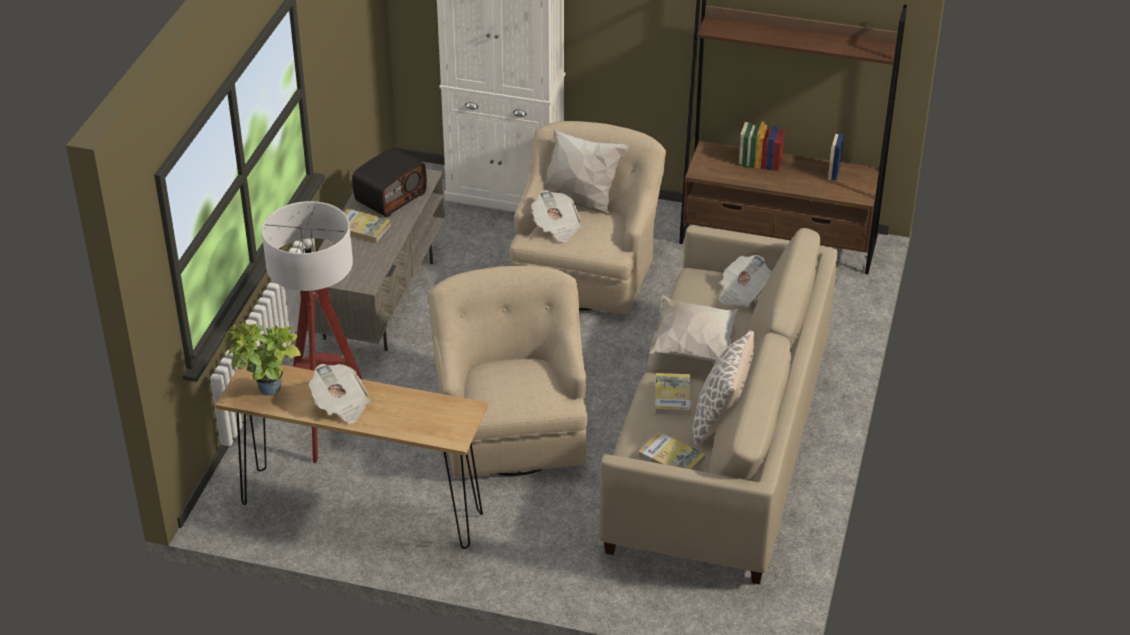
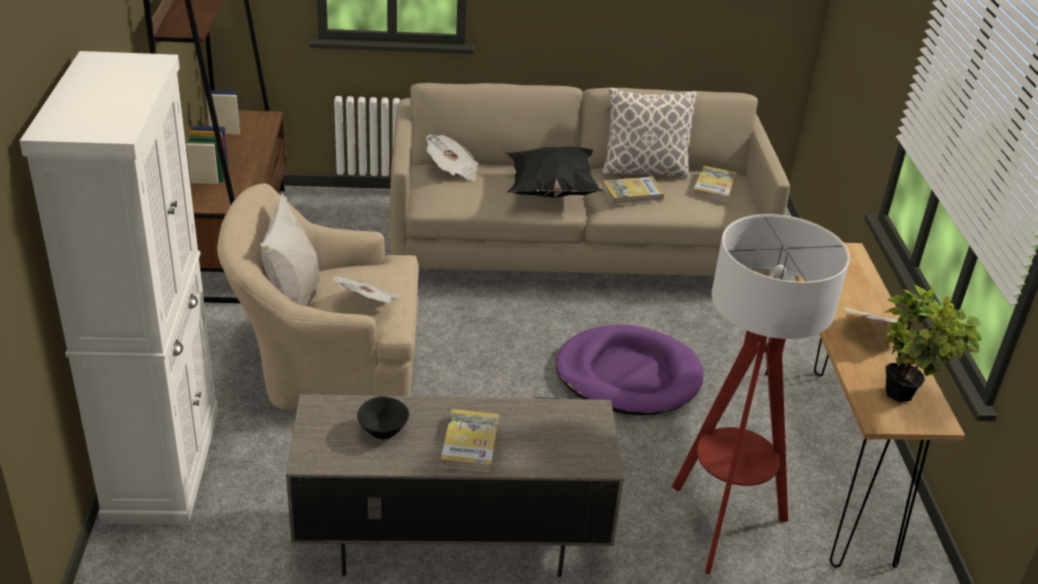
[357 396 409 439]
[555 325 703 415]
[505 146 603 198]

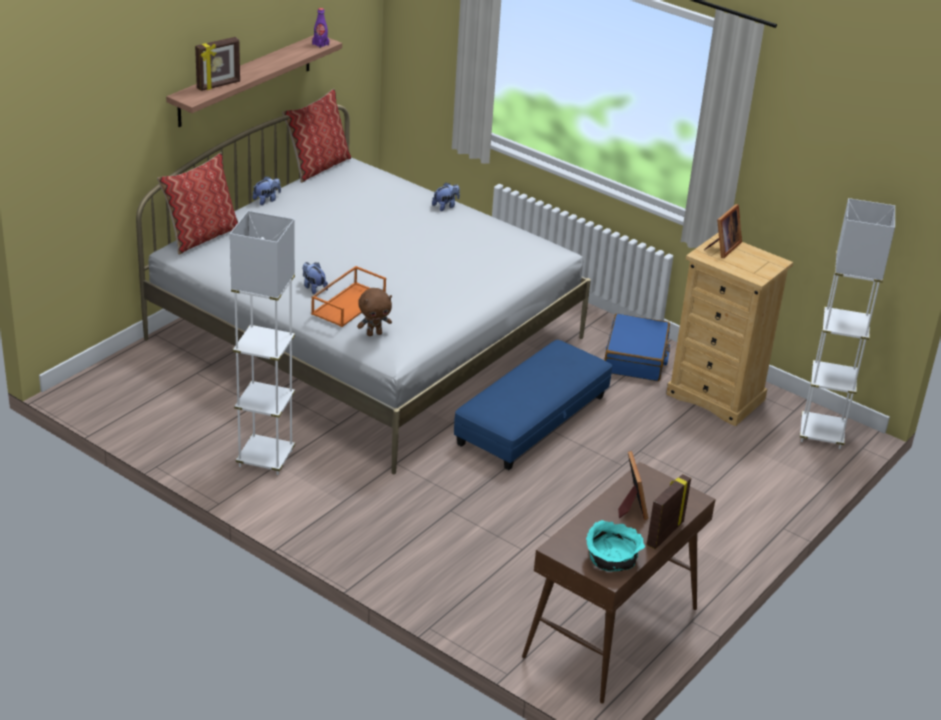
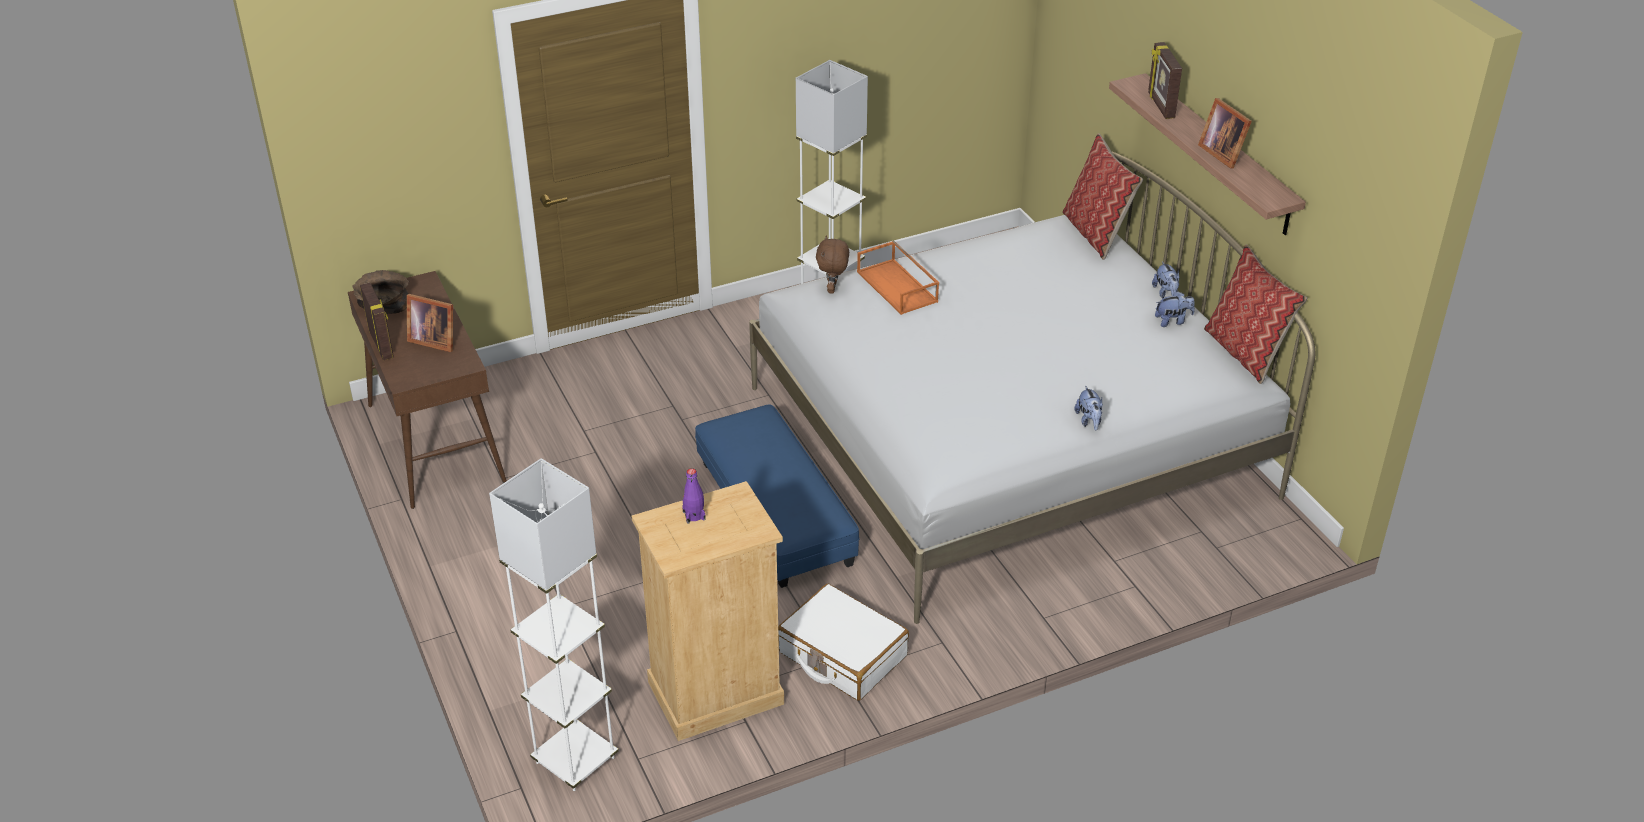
[1155 291 1195 327]
[682 468 706 524]
[1198 98 1252 169]
[353 270 409 314]
[778 584 909 701]

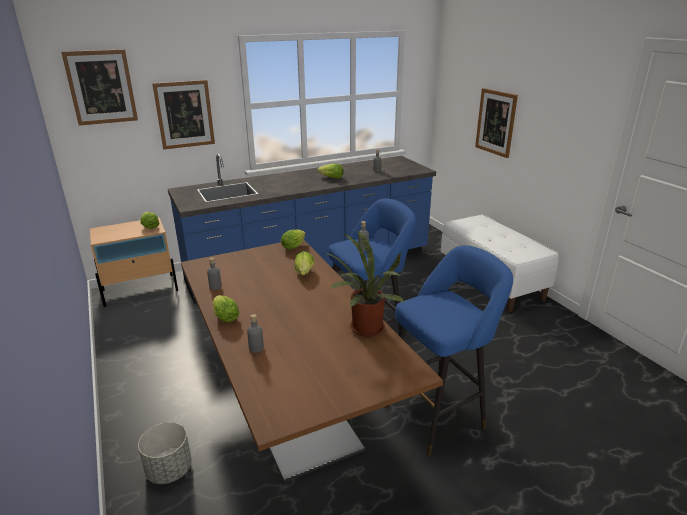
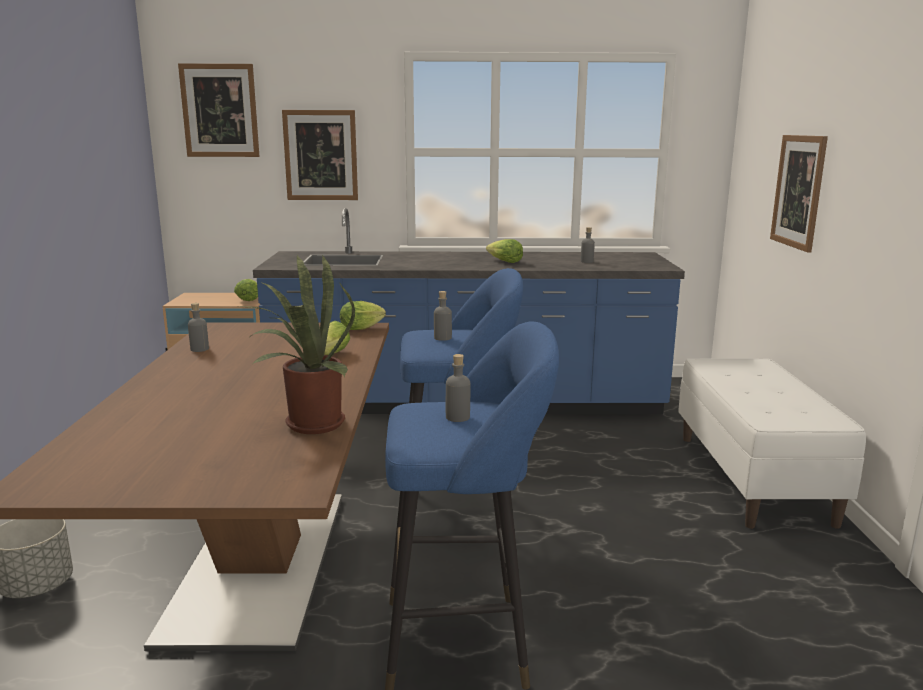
[213 295 239 322] (first image)
[446 354 470 422]

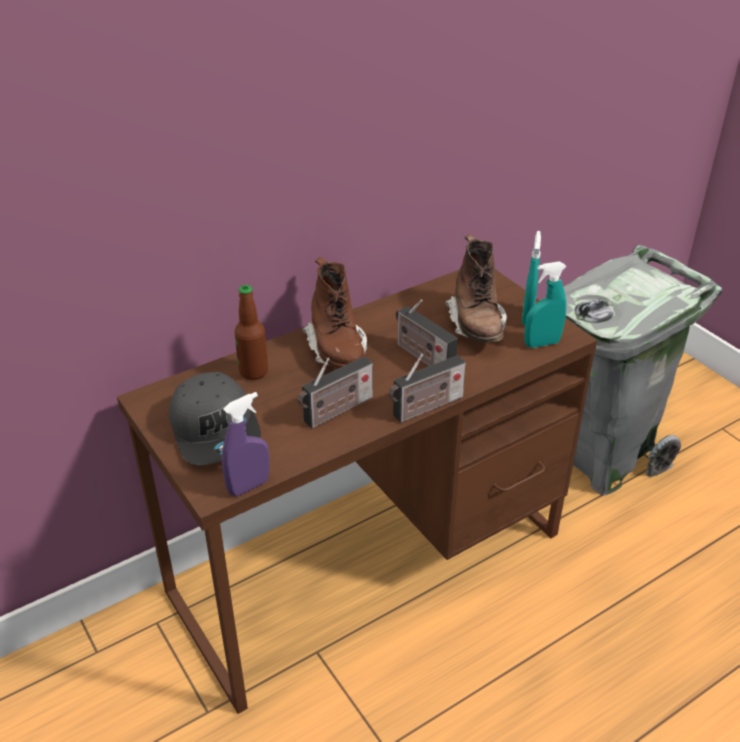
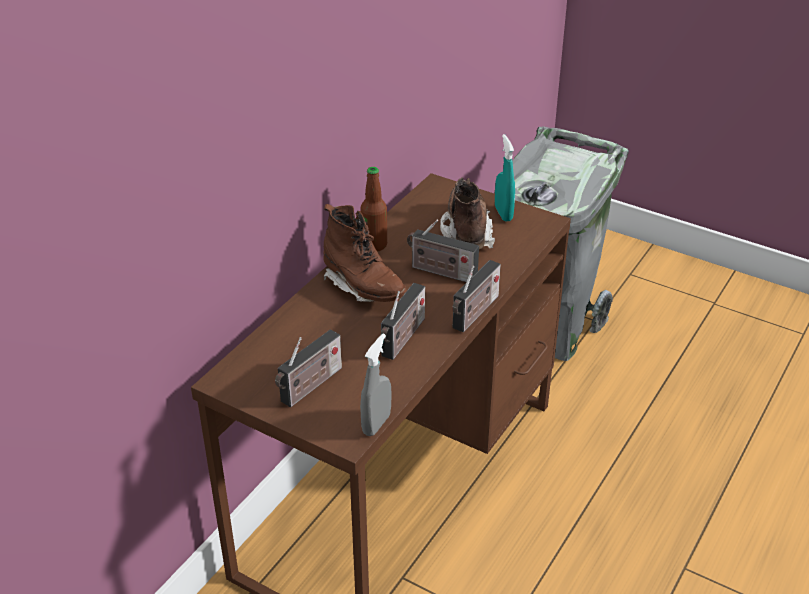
[524 261 567 348] (first image)
[360 167 387 252]
[275 329 342 407]
[360 334 392 436]
[440 177 495 249]

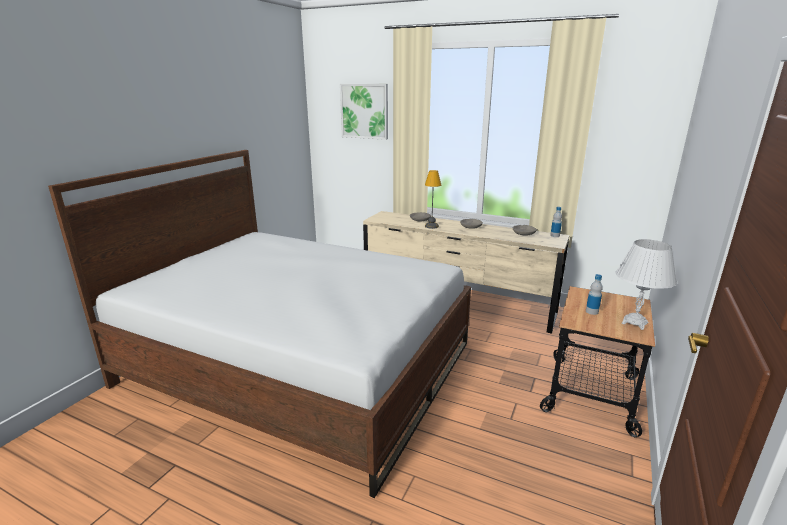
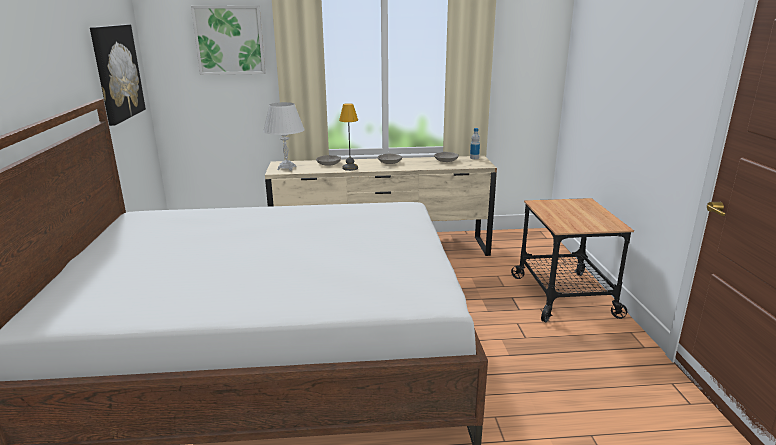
[586 274 603 315] (first image)
[90 24 146 126]
[263 102 305 171]

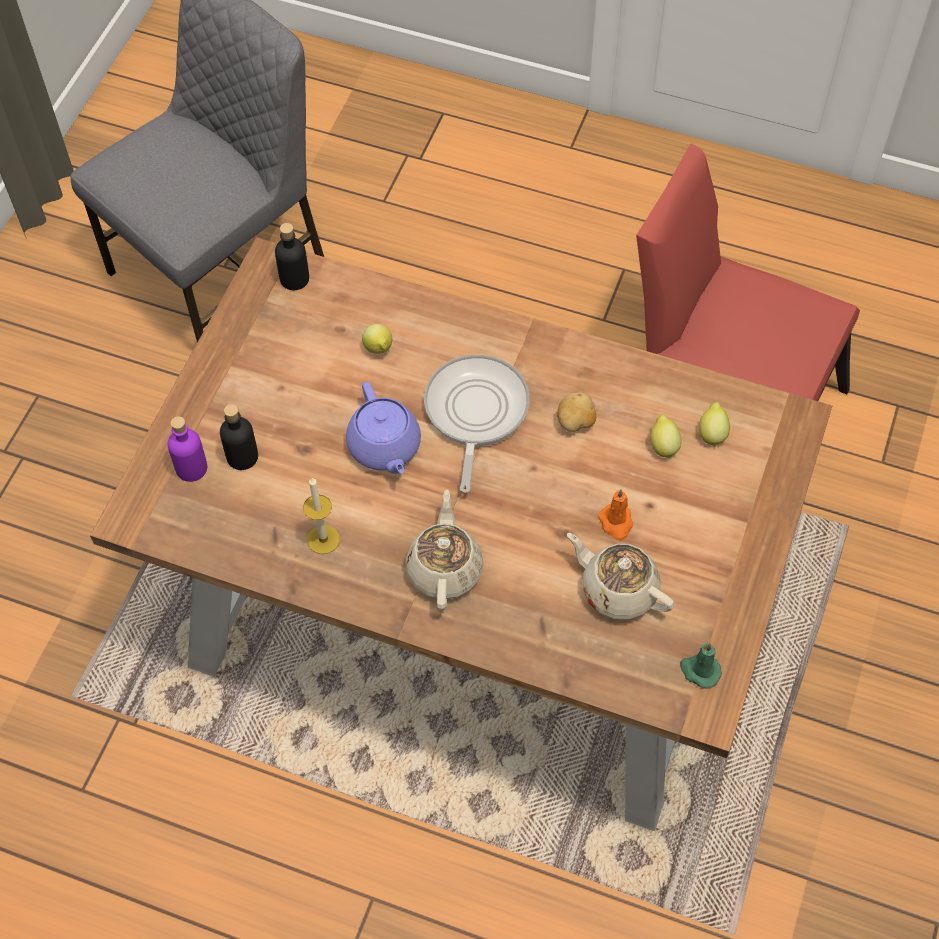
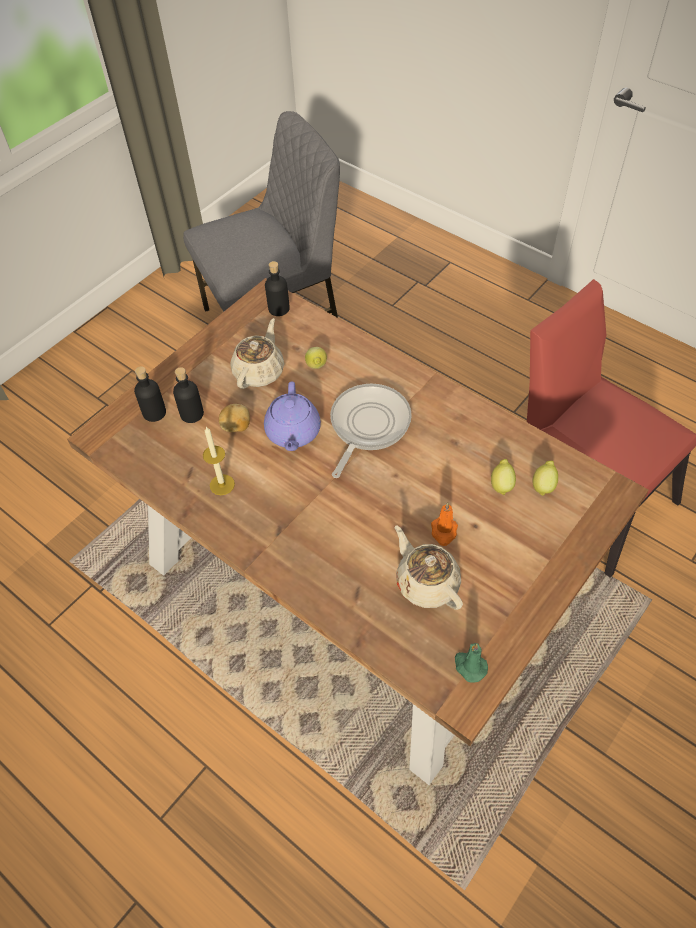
[231 318 284 389]
[219 404 250 432]
[134 366 166 422]

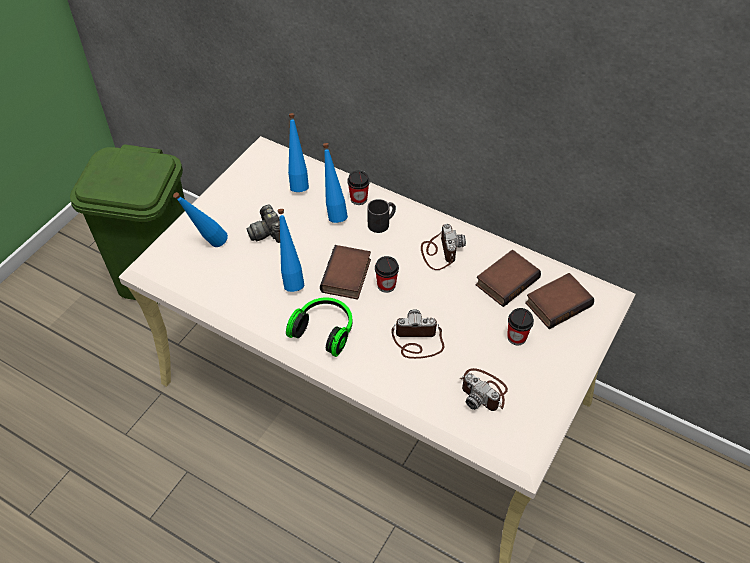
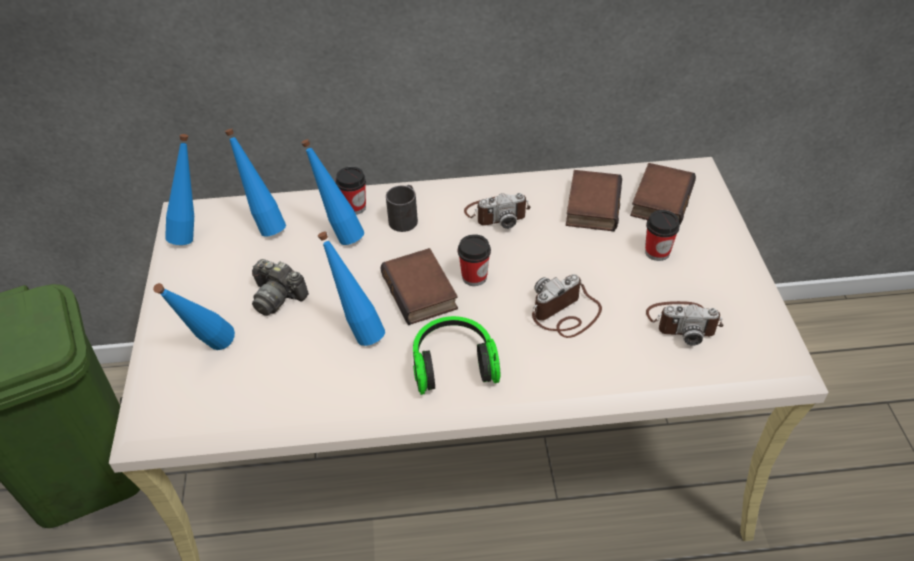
[165 134 194 245]
[464 193 531 229]

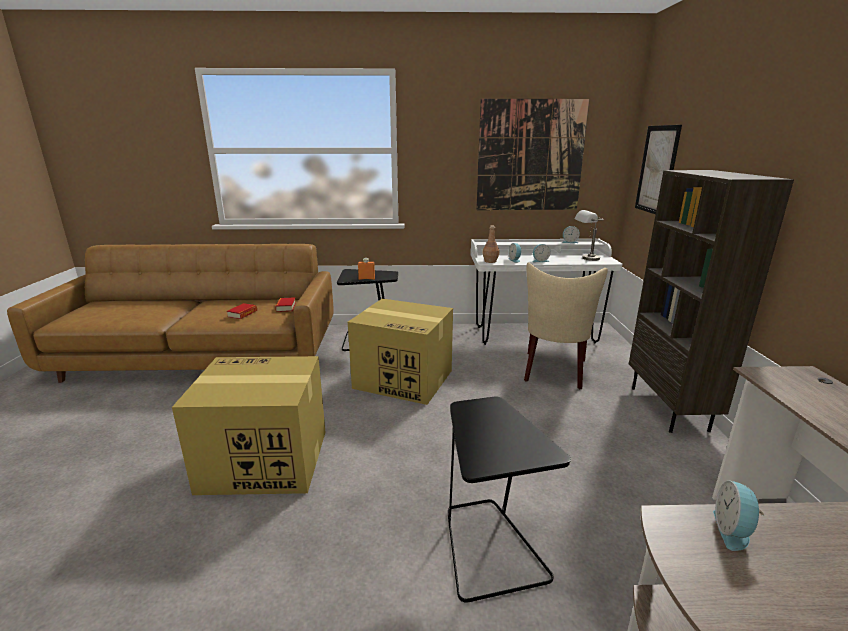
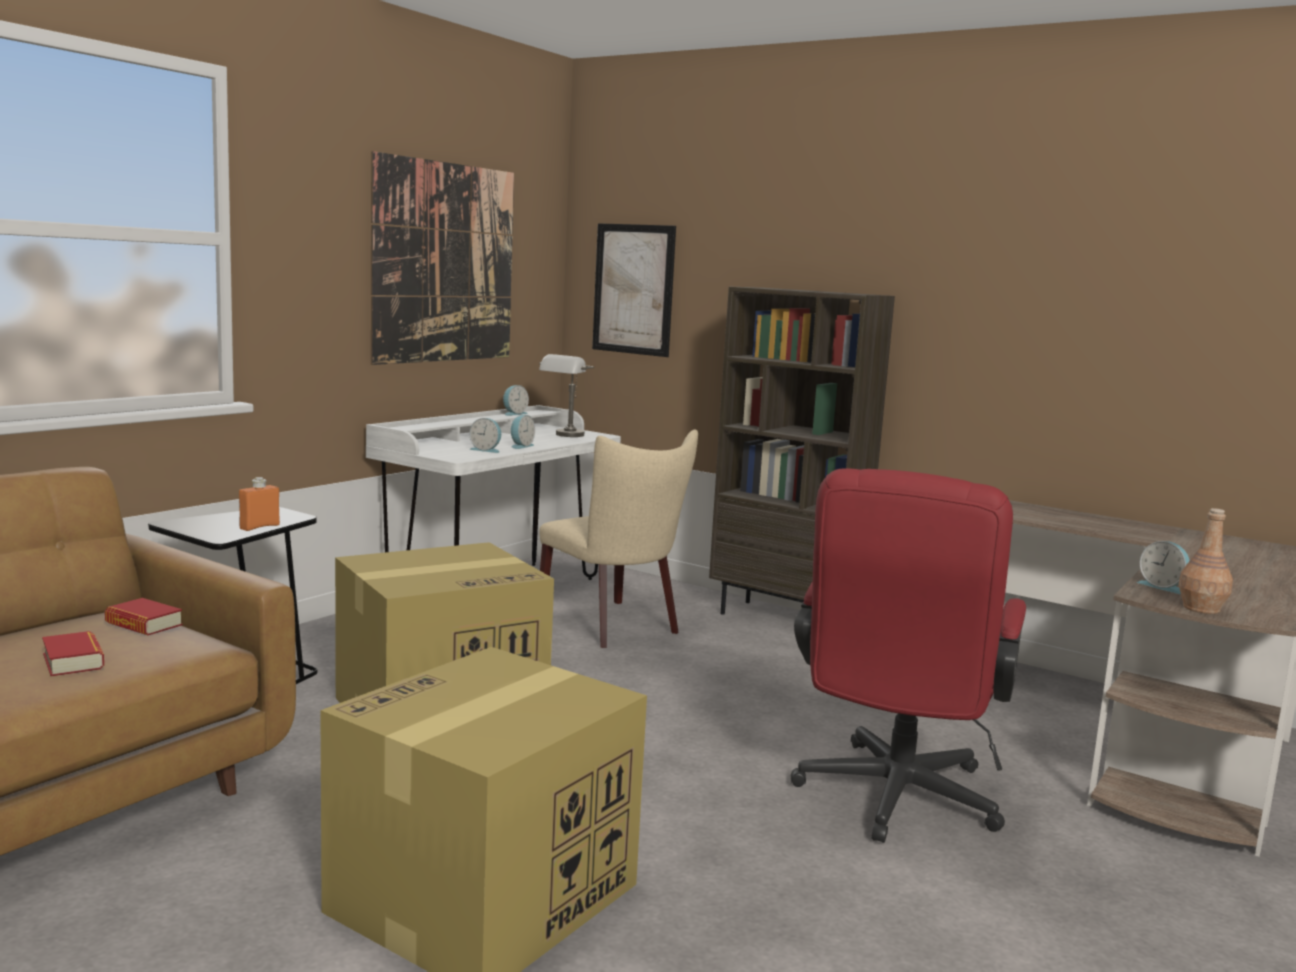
[1179 508 1233 614]
[791 468 1026 843]

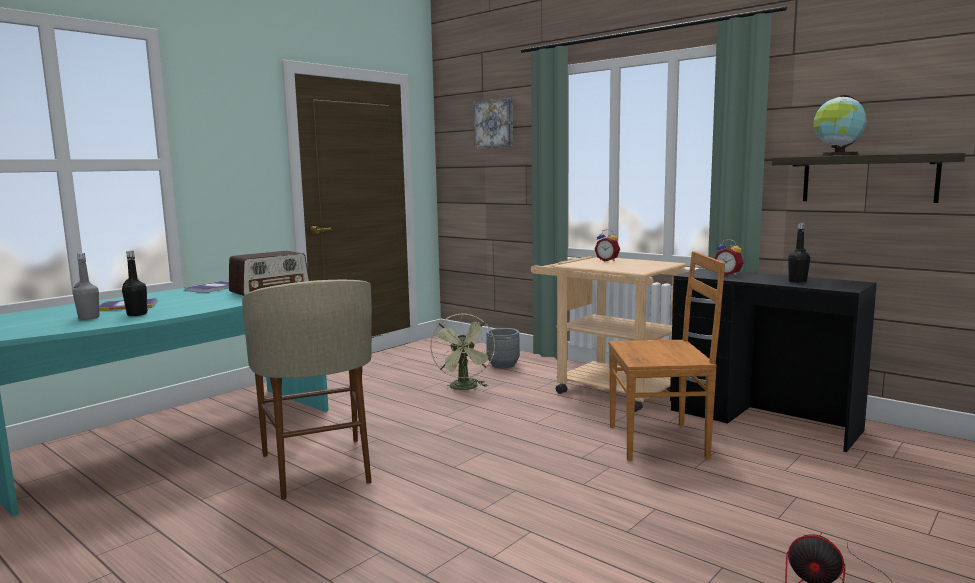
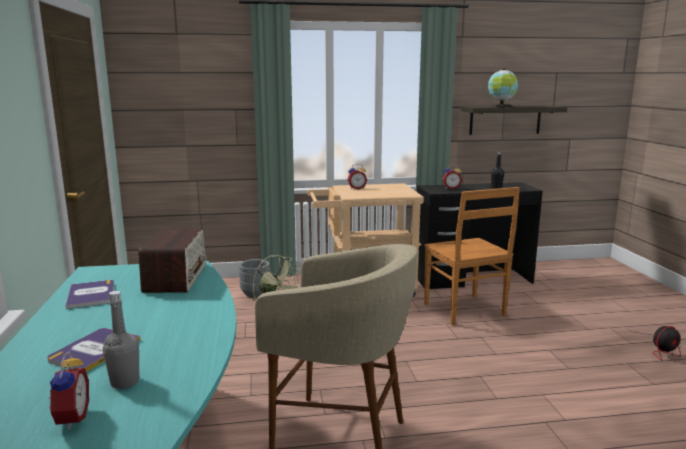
[122 251 148 316] (first image)
[474 98 513 149] (first image)
[48 352 89 430]
[424 187 520 326]

